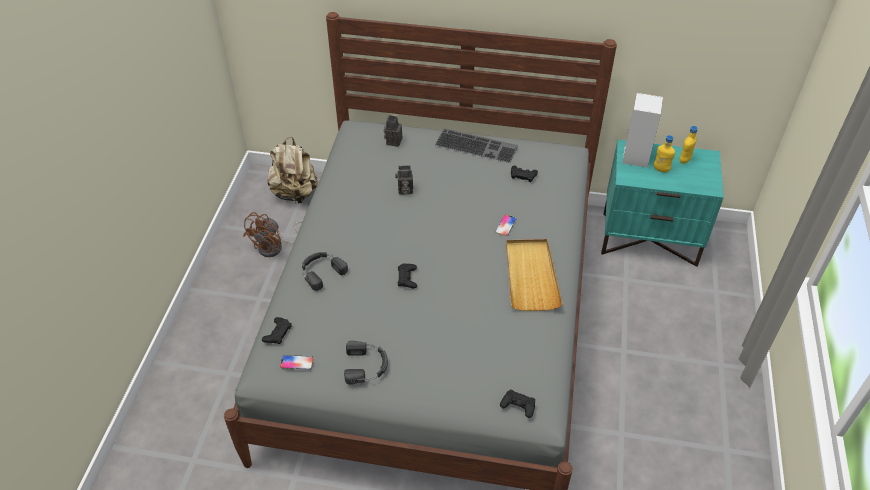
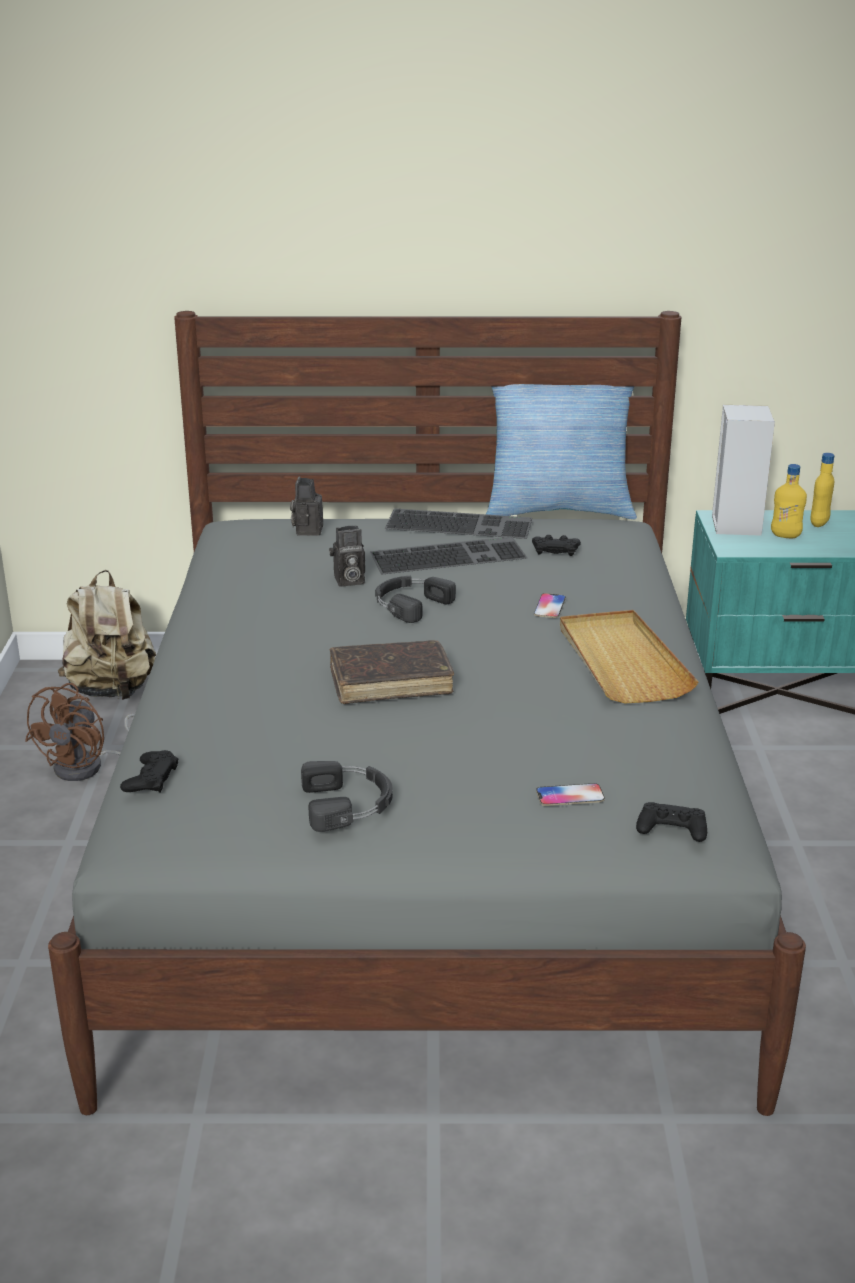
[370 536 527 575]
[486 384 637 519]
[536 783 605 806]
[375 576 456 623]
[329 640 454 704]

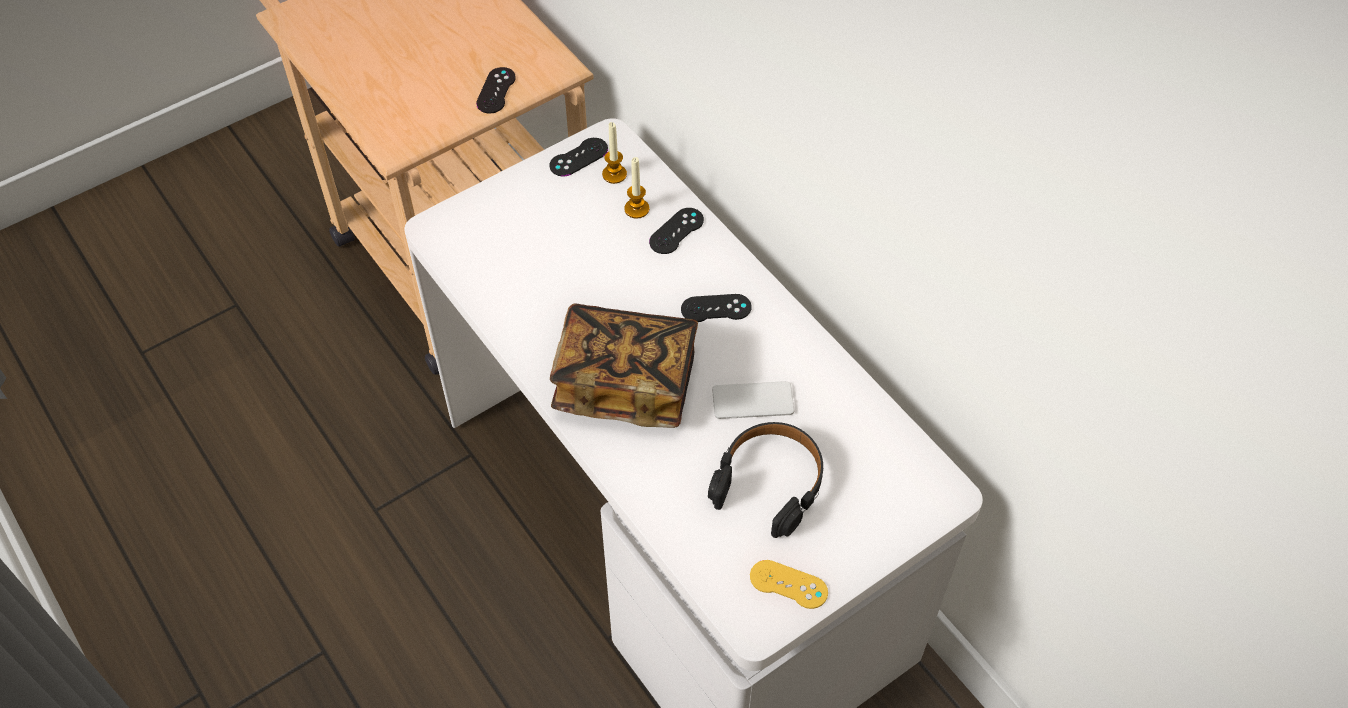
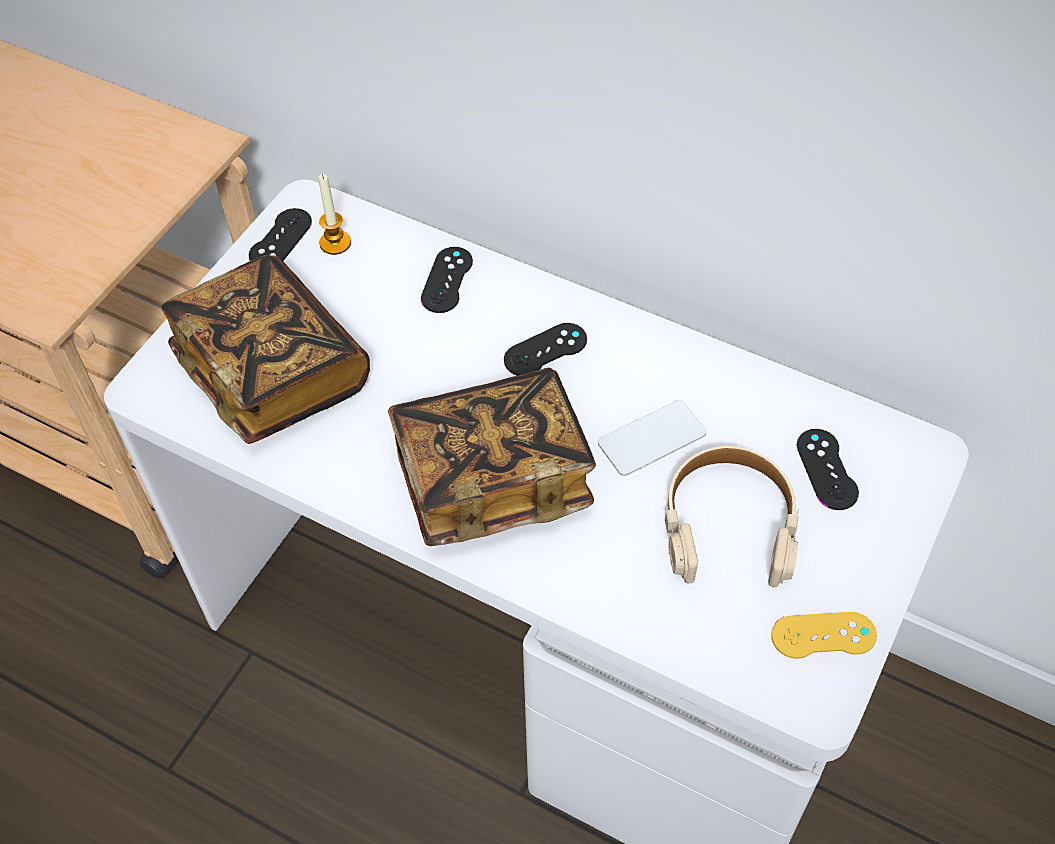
[624 157 649 219] (first image)
[162 255 370 444]
[797 429 859 510]
[665 446 799 587]

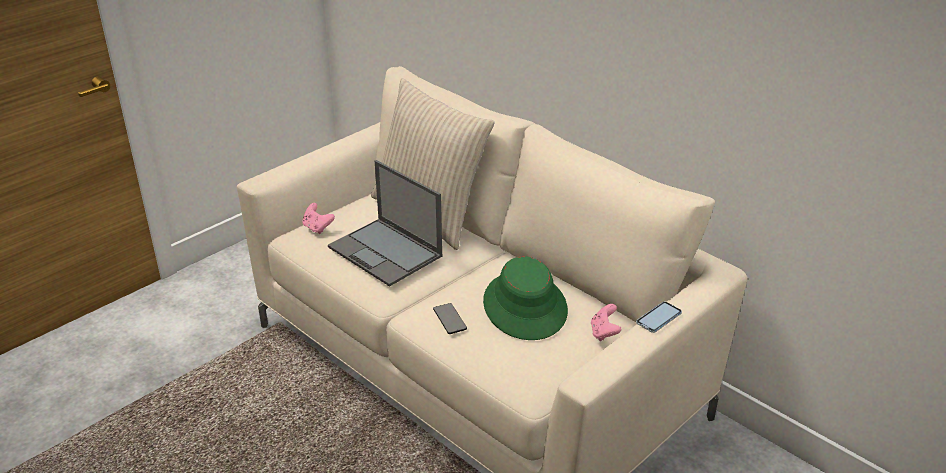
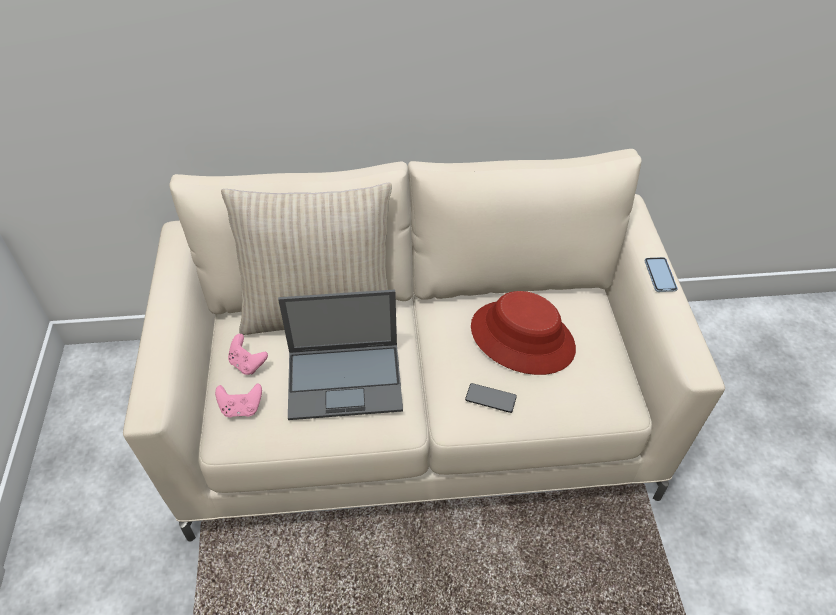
[228 334 268 375]
[471 291 576 375]

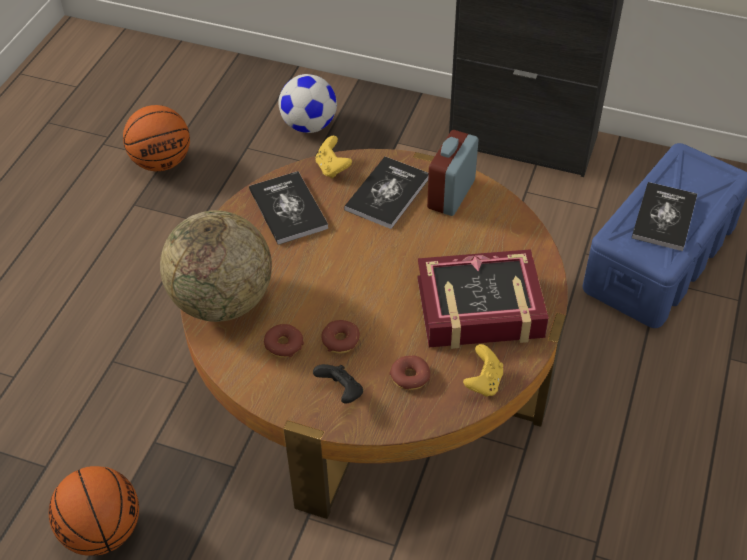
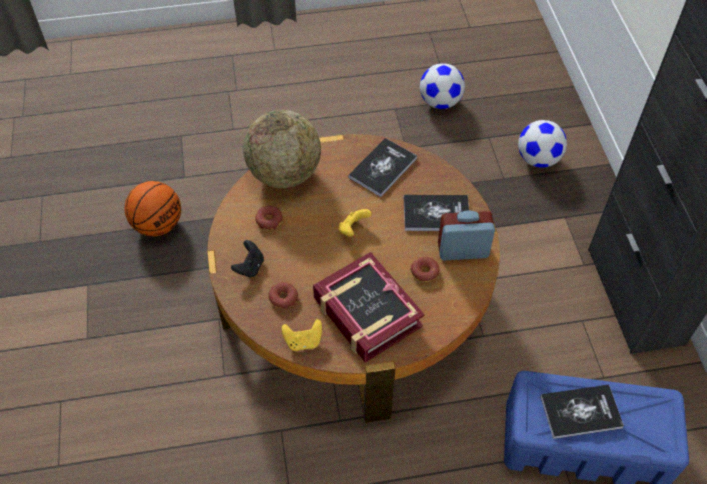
[338 209 372 236]
[410 257 440 282]
[420 64 465 109]

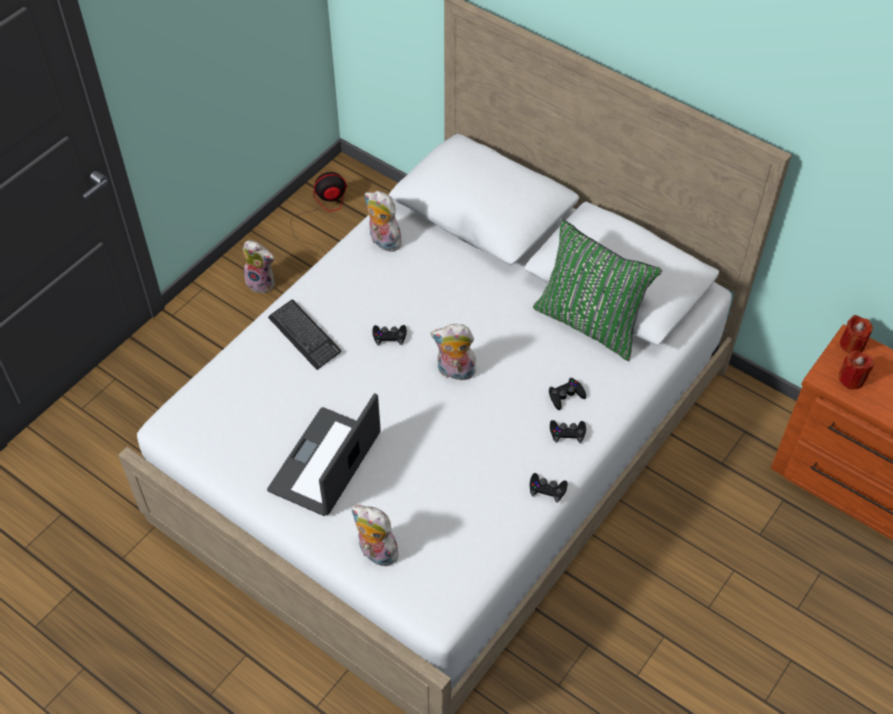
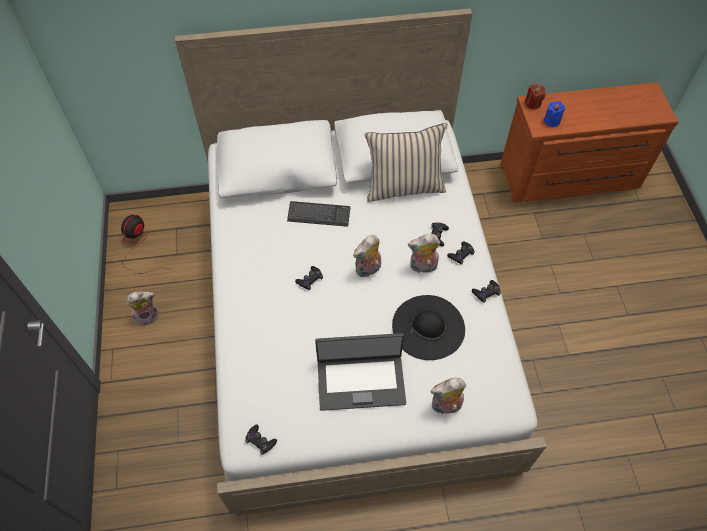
[245 424 277 455]
[392 295 465 360]
[287 201 350 227]
[408 234 440 273]
[364 123 447 202]
[544 101 565 127]
[315 333 406 411]

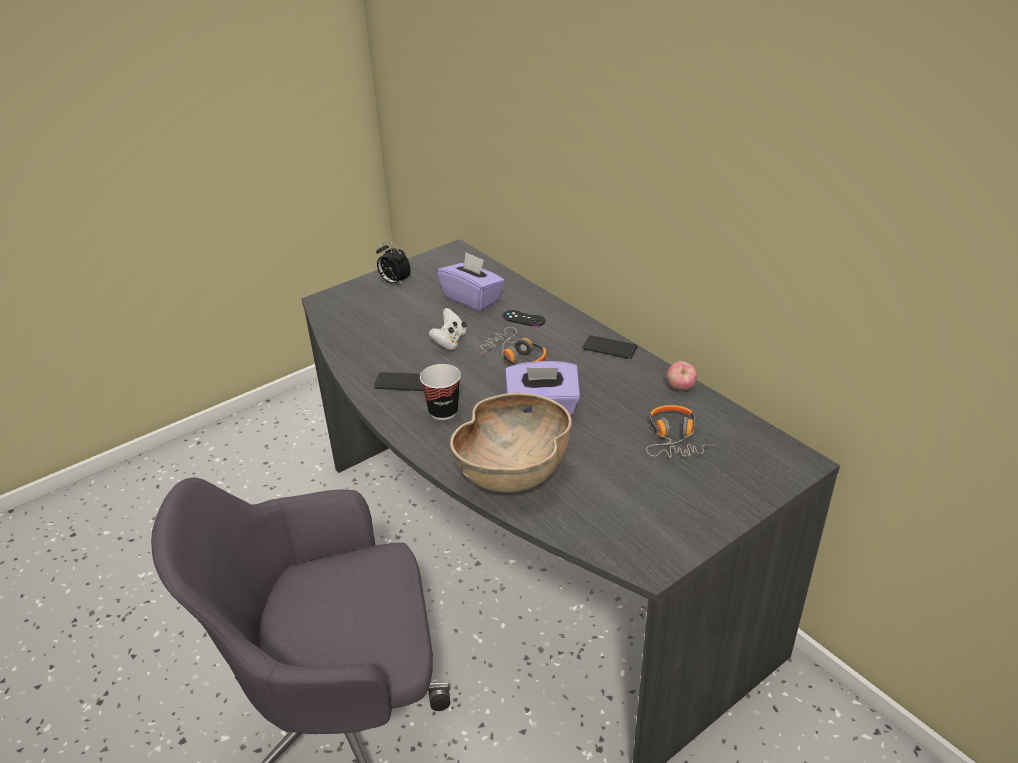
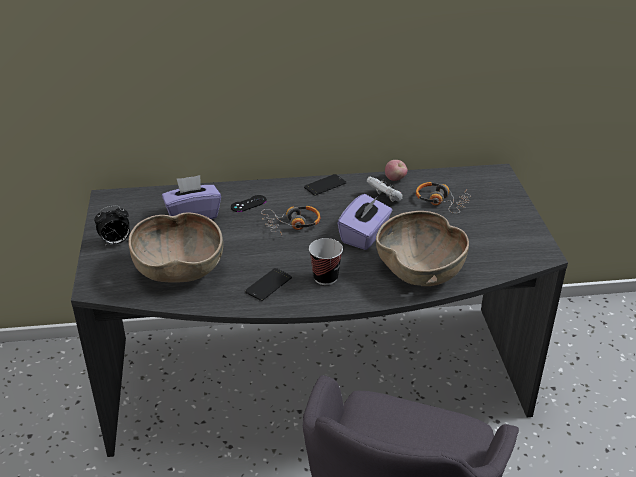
[129 212 223 283]
[367 176 403 202]

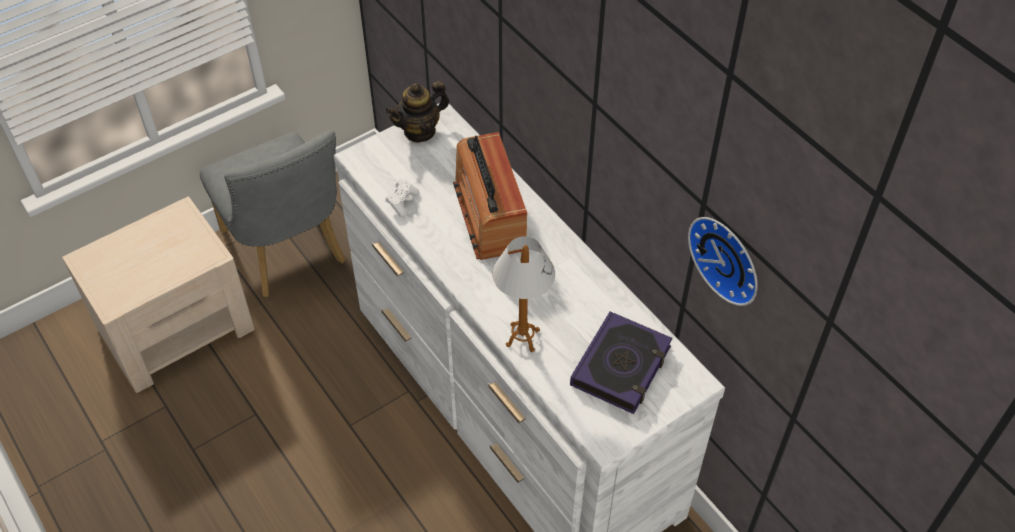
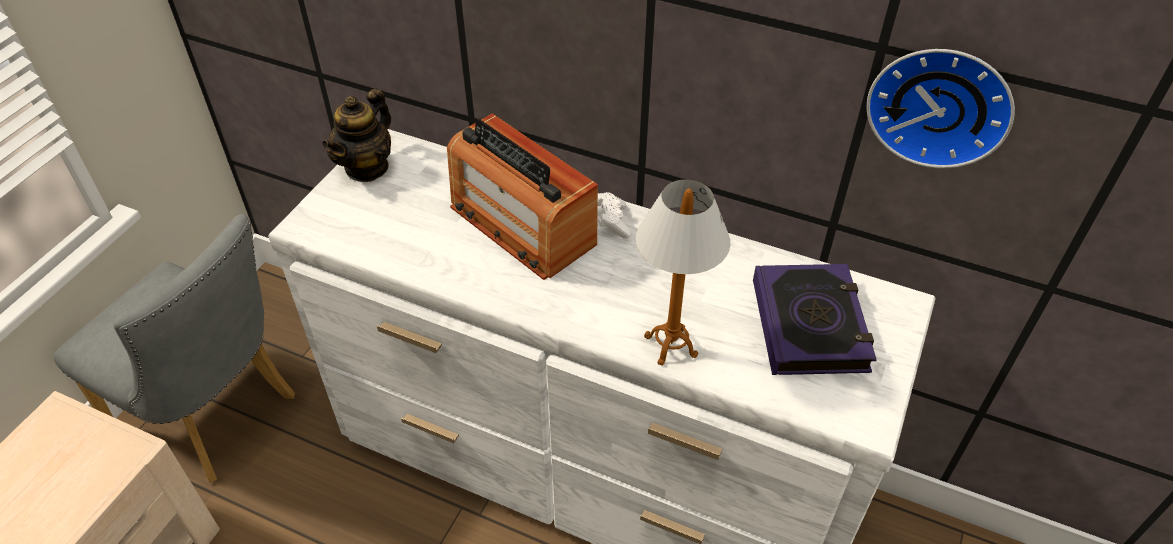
[598 192 631 238]

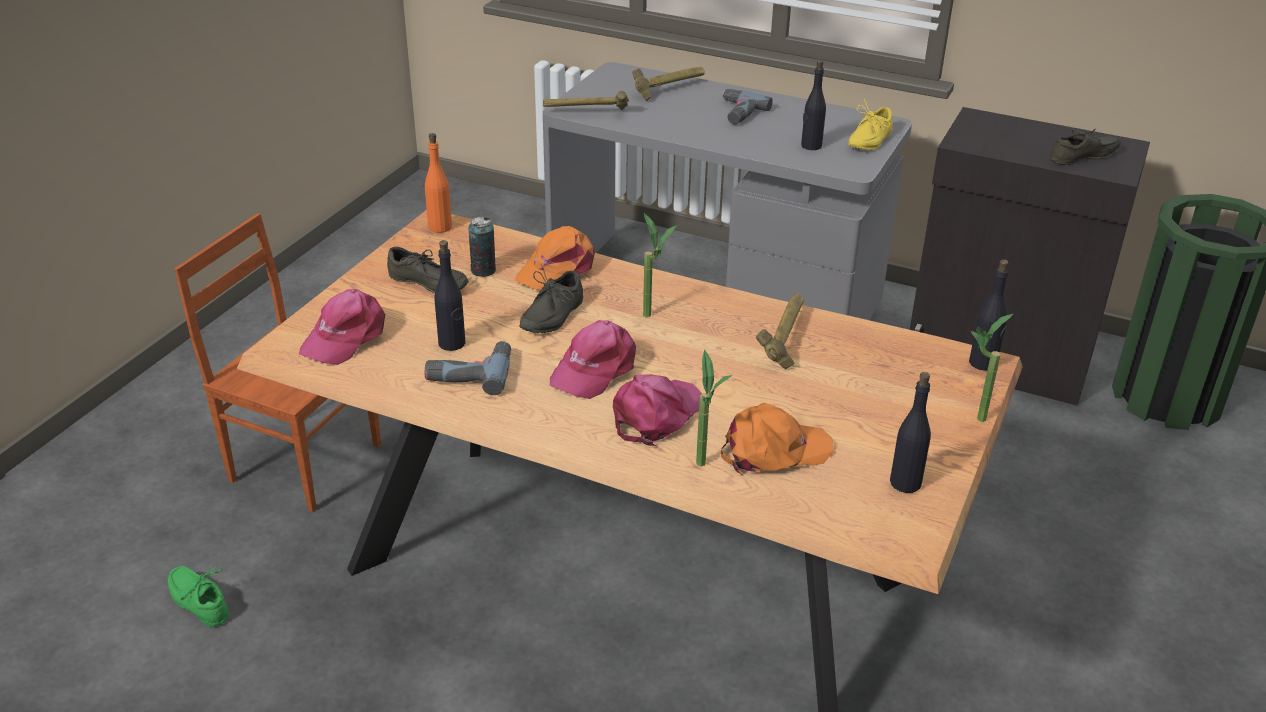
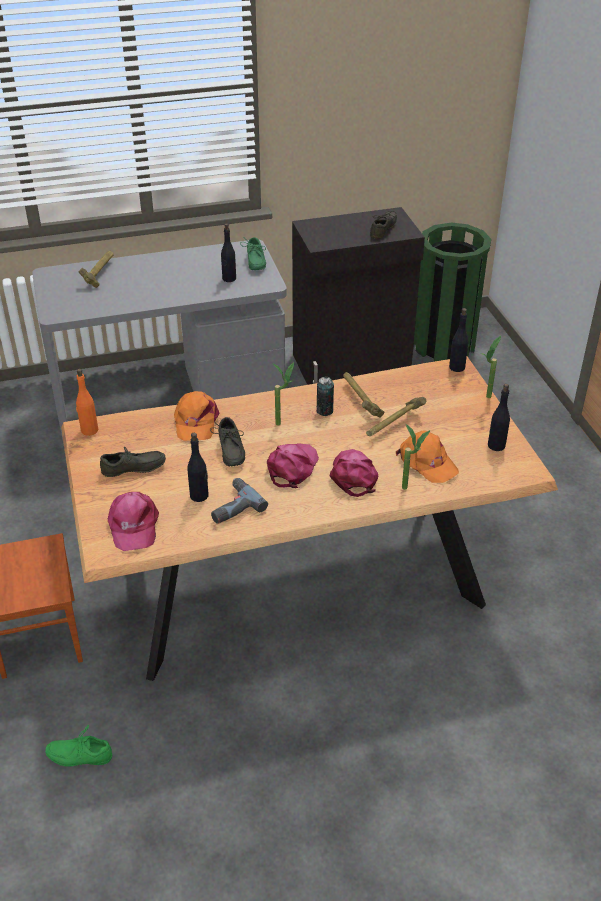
[722 89 773 125] (first image)
[317 377 334 416]
[366 397 426 436]
[240 237 266 270]
[267 443 319 488]
[396 431 459 483]

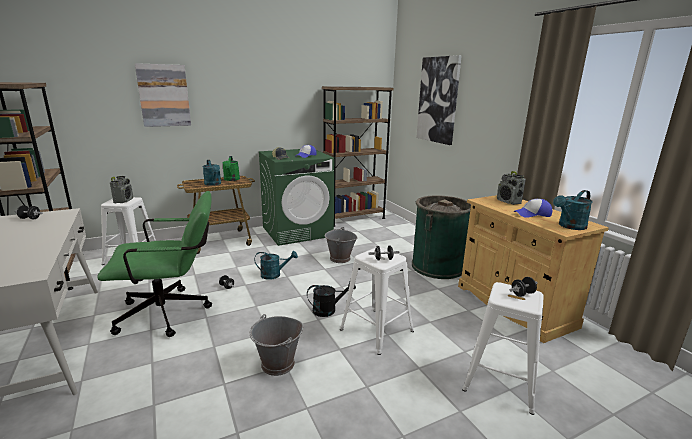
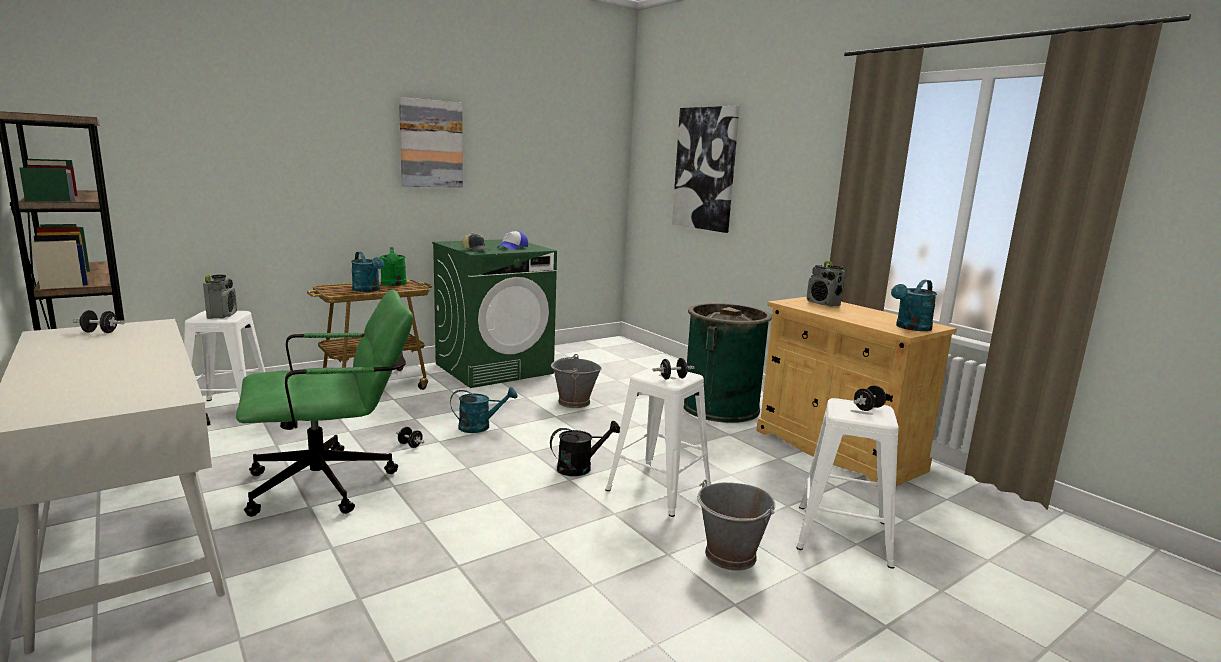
[322 86 394 227] (first image)
[513 199 552 218] (first image)
[399 97 463 188]
[697 480 775 571]

